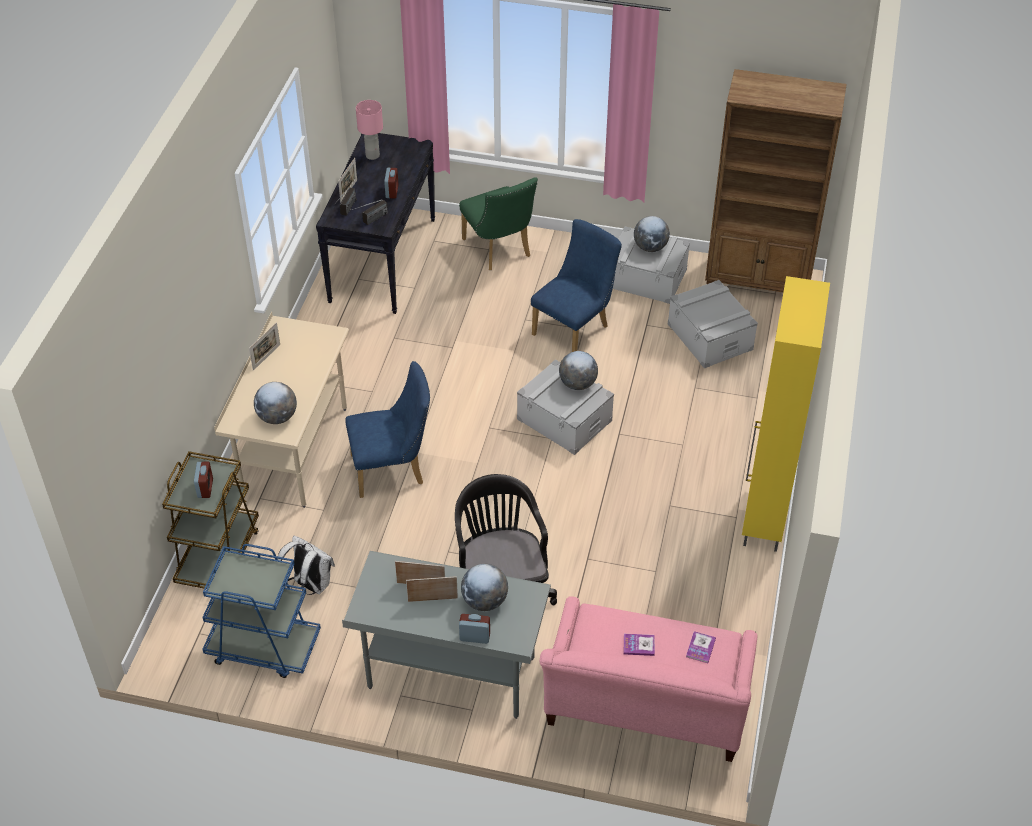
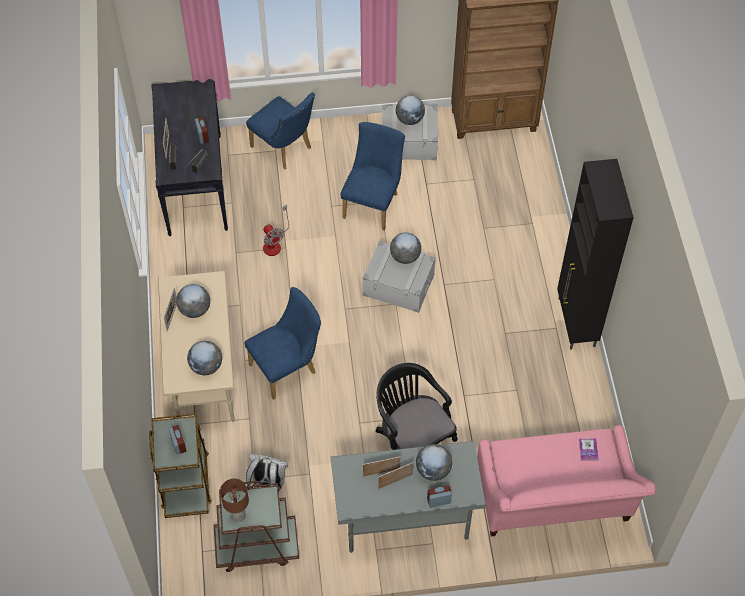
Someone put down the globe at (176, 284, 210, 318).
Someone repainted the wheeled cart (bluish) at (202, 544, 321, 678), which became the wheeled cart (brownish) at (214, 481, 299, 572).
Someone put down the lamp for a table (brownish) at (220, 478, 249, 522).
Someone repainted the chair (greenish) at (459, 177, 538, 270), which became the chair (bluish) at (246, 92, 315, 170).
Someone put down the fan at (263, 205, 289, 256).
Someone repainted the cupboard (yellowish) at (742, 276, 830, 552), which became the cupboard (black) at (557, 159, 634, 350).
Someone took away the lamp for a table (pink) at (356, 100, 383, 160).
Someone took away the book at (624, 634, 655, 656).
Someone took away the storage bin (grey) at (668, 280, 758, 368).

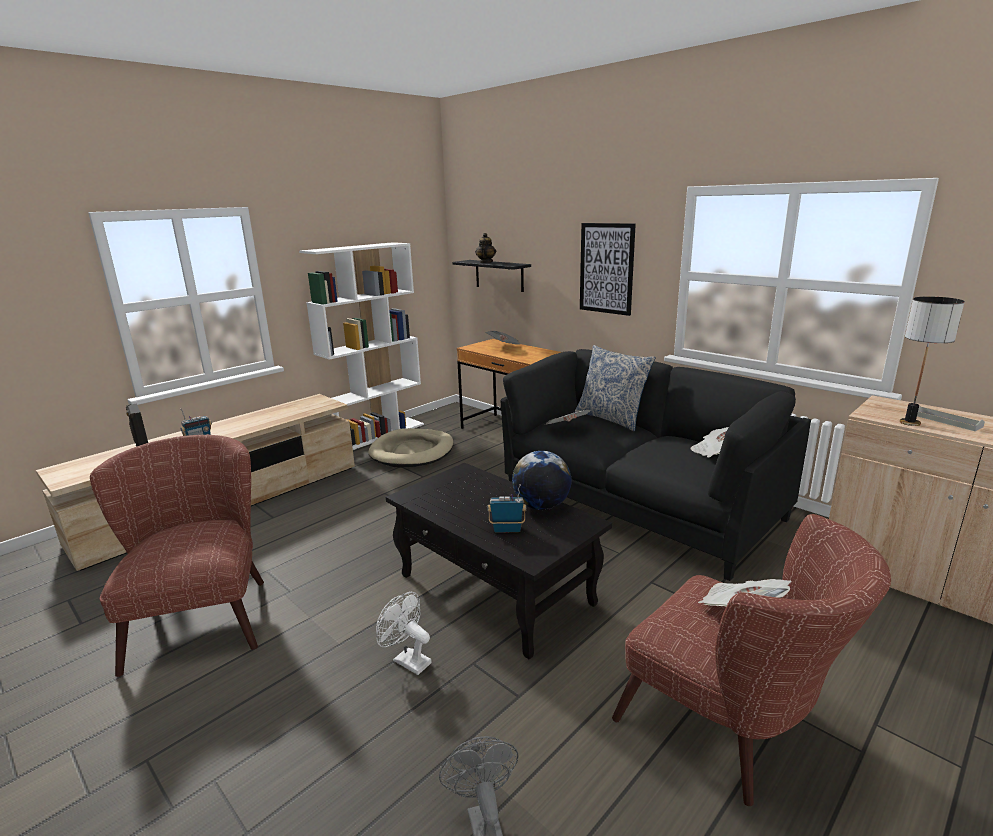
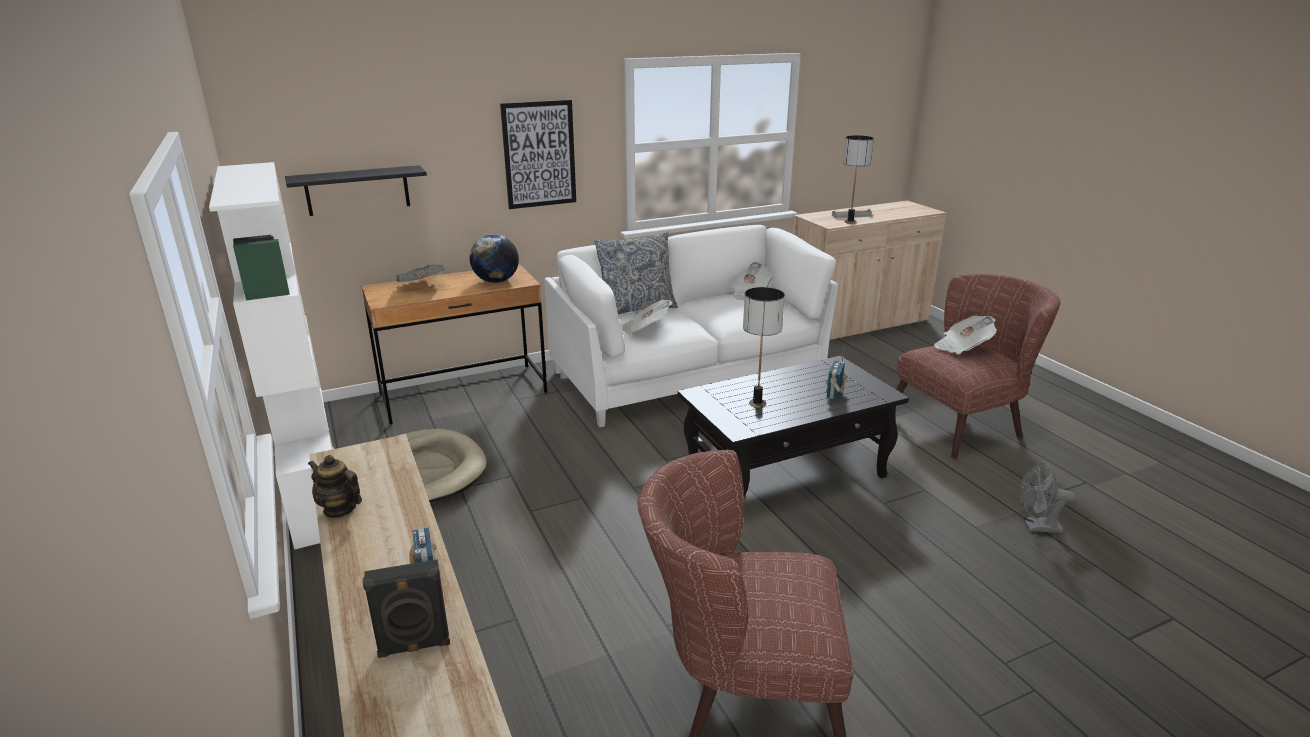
Someone carried the teapot from (475, 233, 496, 263) to (308, 455, 362, 518).
Someone carried the globe from (512, 451, 572, 510) to (470, 234, 519, 283).
Someone repainted the settee (black) at (500, 349, 811, 581), which became the settee (white) at (544, 225, 838, 427).
Someone put down the lamp for a table at (743, 287, 785, 408).
Someone took away the fan (white) at (376, 592, 432, 675).

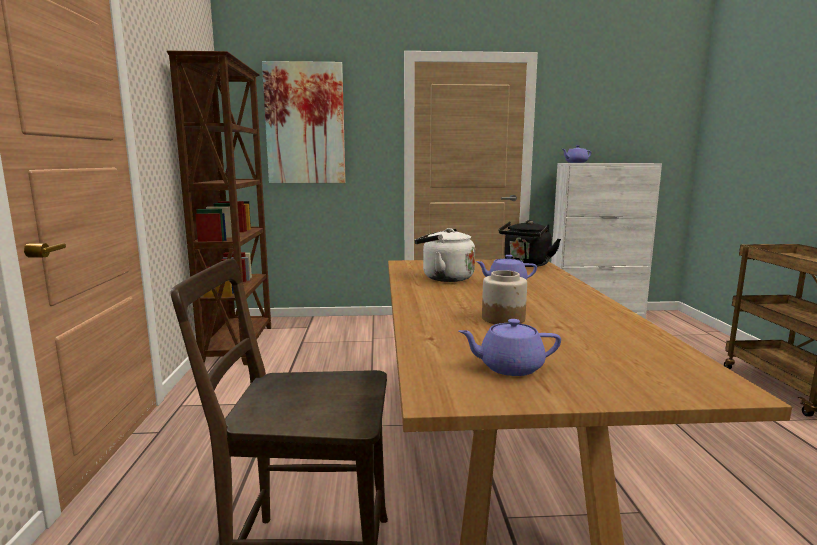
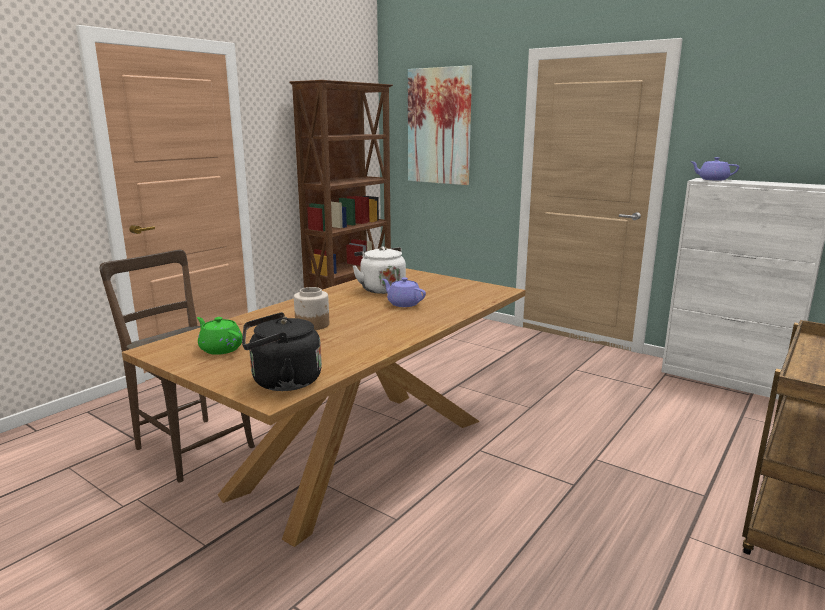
Someone repainted the teapot (purple) at (459, 319, 561, 376), which became the teapot (greenish) at (197, 317, 243, 355).
Someone carried the kettle (black) from (499, 220, 561, 267) to (242, 312, 322, 391).

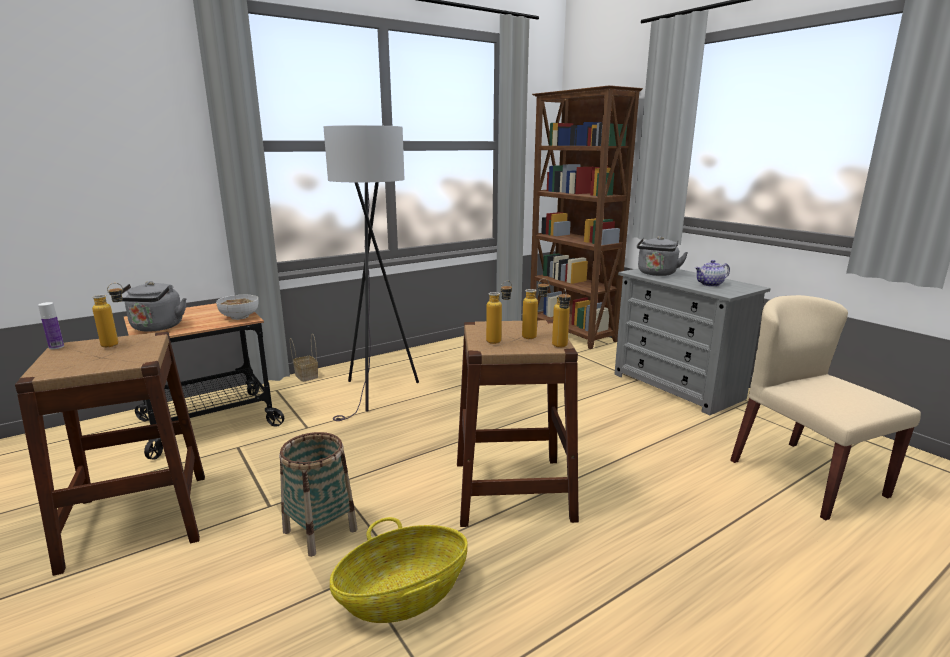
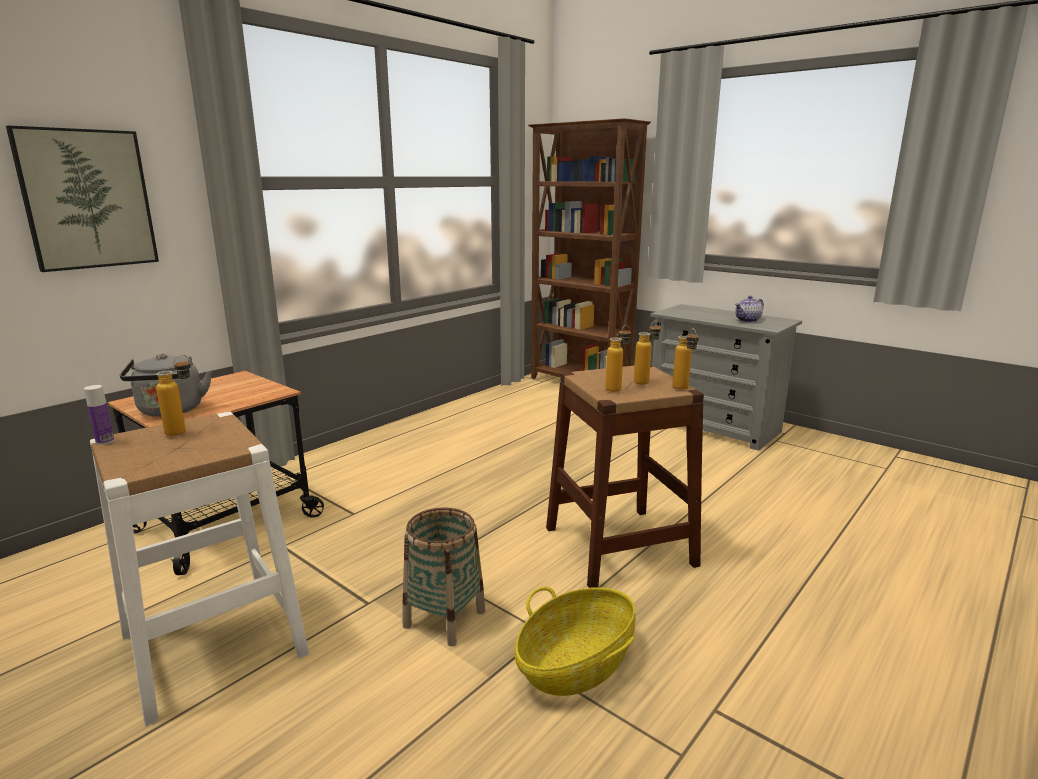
Someone put up the picture at (6, 125, 159, 272).
Someone repainted the stool seat (brownish) at (15, 332, 205, 576), which became the stool seat (white) at (90, 411, 309, 726).
Someone took away the deep dish at (216, 295, 259, 320).
Someone took away the storage basket at (290, 335, 318, 382).
Someone took away the standing lamp (grey) at (323, 125, 419, 421).
Someone took away the kettle (grey) at (637, 236, 688, 276).
Someone took away the chair (sand-coloured) at (730, 295, 921, 520).

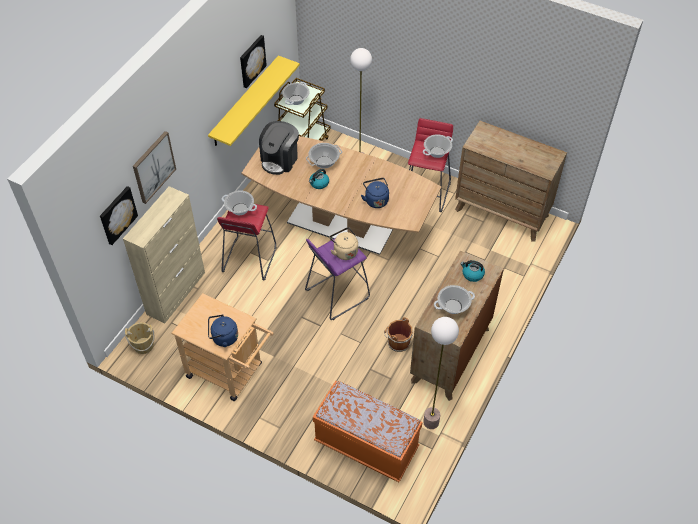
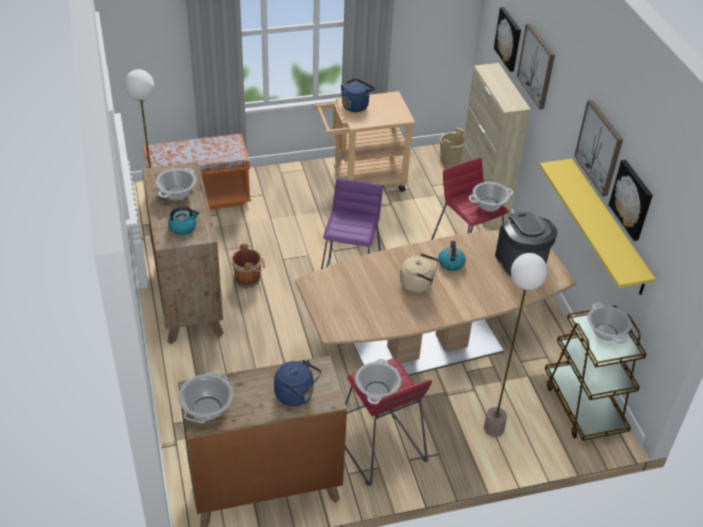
Someone carried the saucepot from (306, 143, 342, 168) to (178, 372, 233, 423).
Someone carried the kettle (bluish) from (361, 178, 389, 208) to (274, 360, 321, 406).
Someone carried the kettle (sand-coloured) from (329, 227, 358, 260) to (400, 253, 439, 293).
Someone put up the picture at (574, 100, 623, 196).

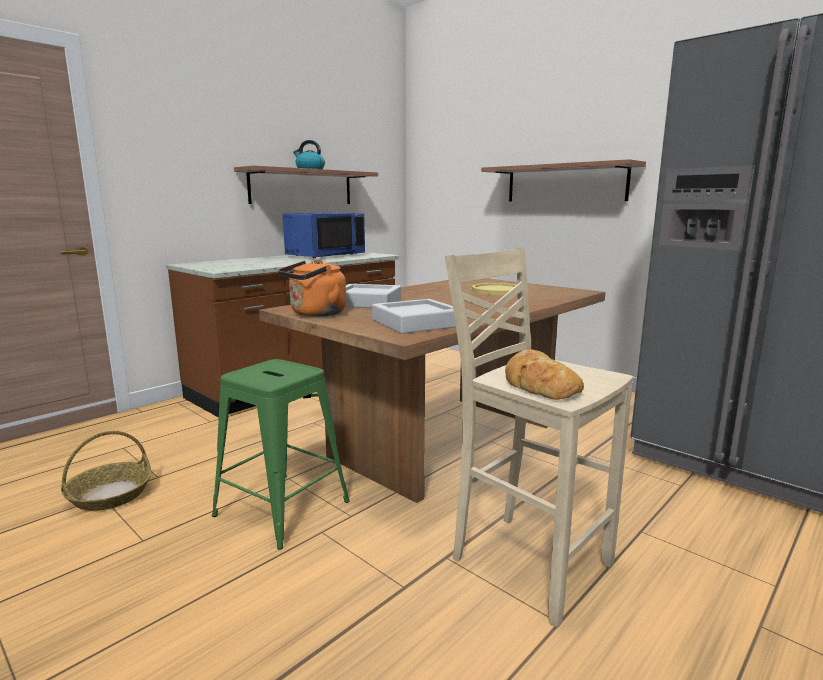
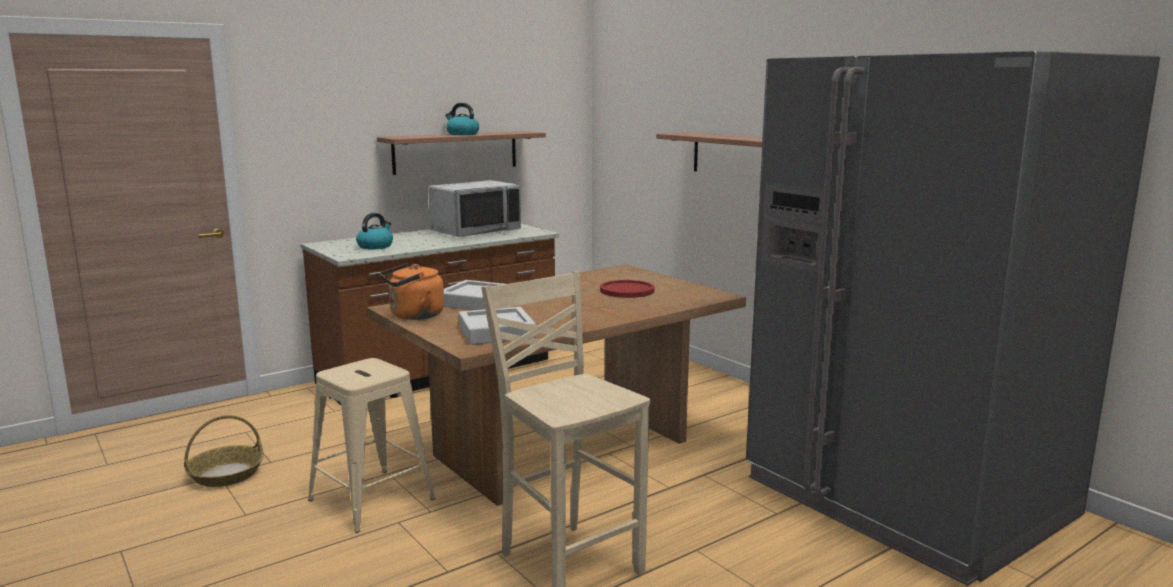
Someone repainted the stool seat (greenish) at (212, 359, 350, 550), which became the stool seat (sand-coloured) at (308, 358, 435, 533).
Someone put down the kettle at (356, 213, 393, 249).
Someone repainted the kitchen microwave (bluish) at (283, 213, 365, 258), which became the kitchen microwave (grey) at (428, 180, 521, 237).
Someone repainted the plate (yellowish) at (472, 283, 516, 295), which became the plate (red-coloured) at (600, 280, 654, 298).
Someone took away the bread at (505, 349, 584, 400).

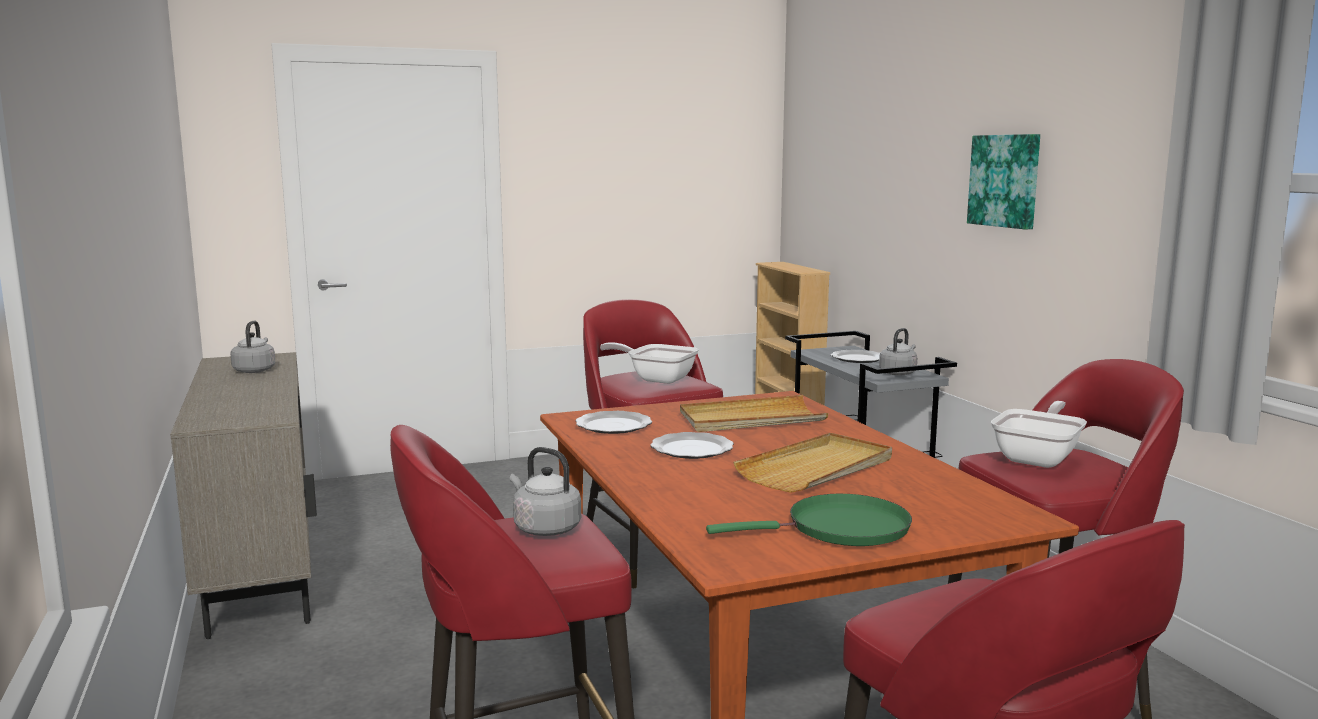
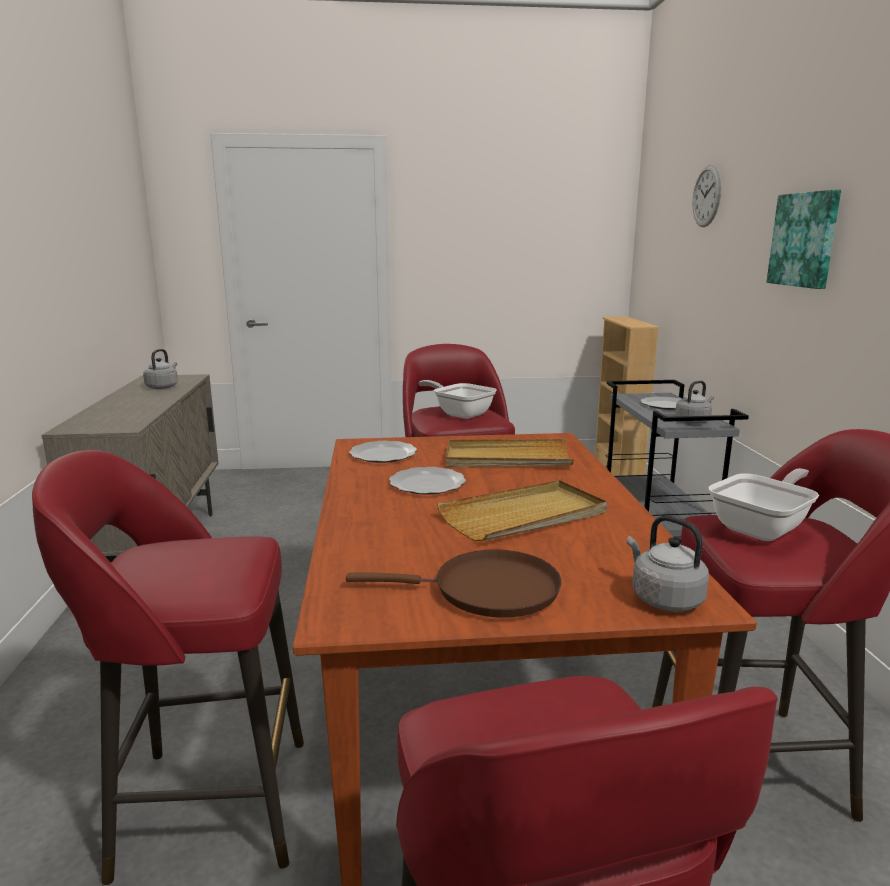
Someone repainted the skillet (greenish) at (706, 494, 912, 546), which became the skillet (brownish) at (346, 550, 562, 618).
Someone carried the kettle (grey) from (510, 447, 581, 536) to (627, 515, 709, 612).
Someone put up the hanging clock at (692, 165, 722, 227).

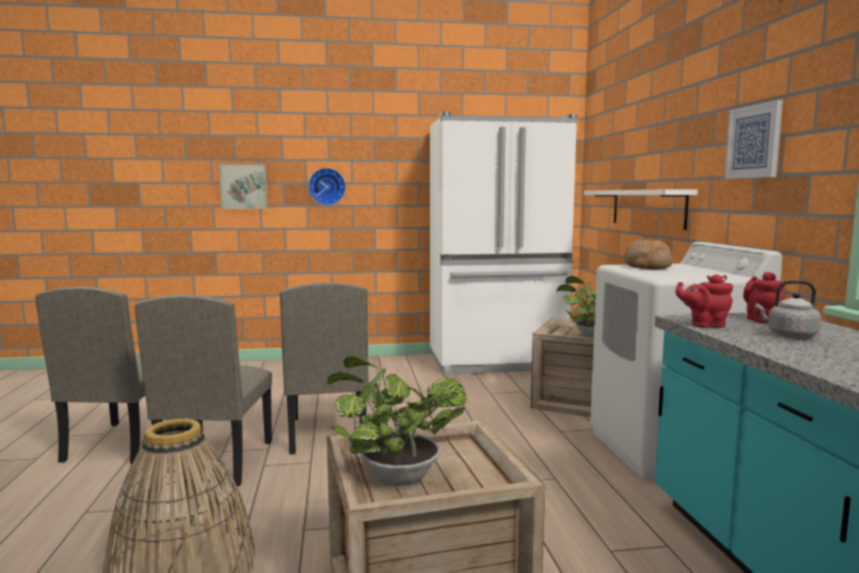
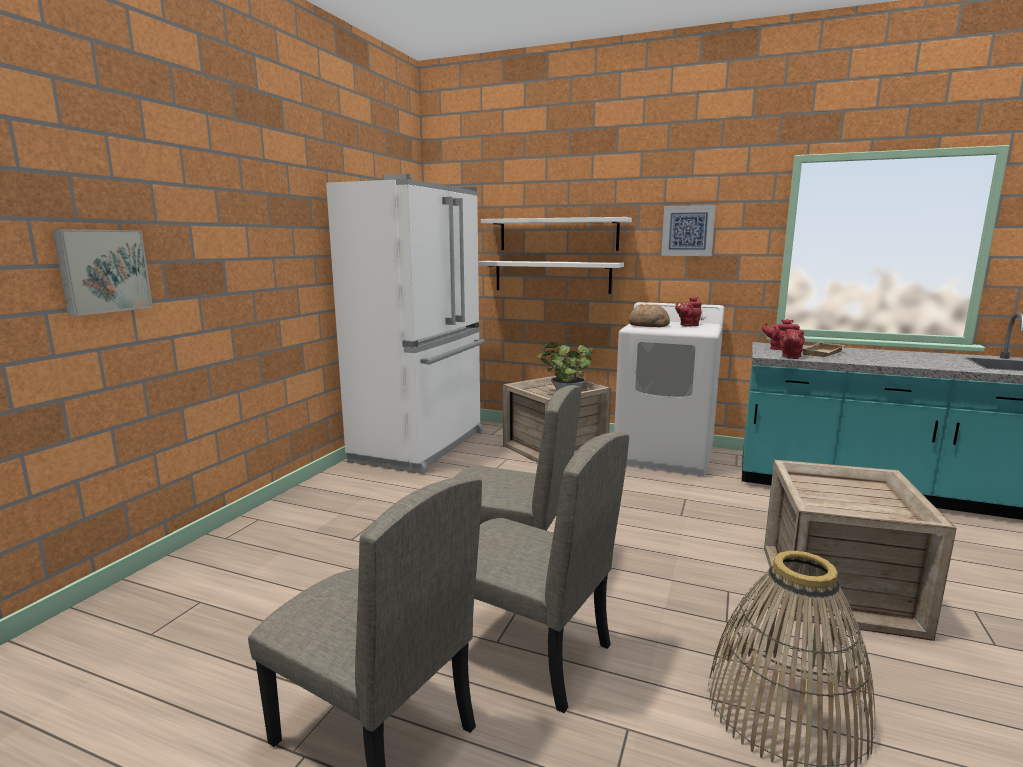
Someone put up the shelf (white) at (481, 217, 632, 251).
Someone put down the teapot (red-coloured) at (675, 297, 702, 327).
Someone swapped the kettle (grey) at (755, 280, 821, 338) for the carrying tray (sand-coloured) at (803, 342, 846, 357).
Someone took away the hanging clock at (308, 168, 346, 206).
Someone took away the potted plant at (327, 356, 466, 486).

